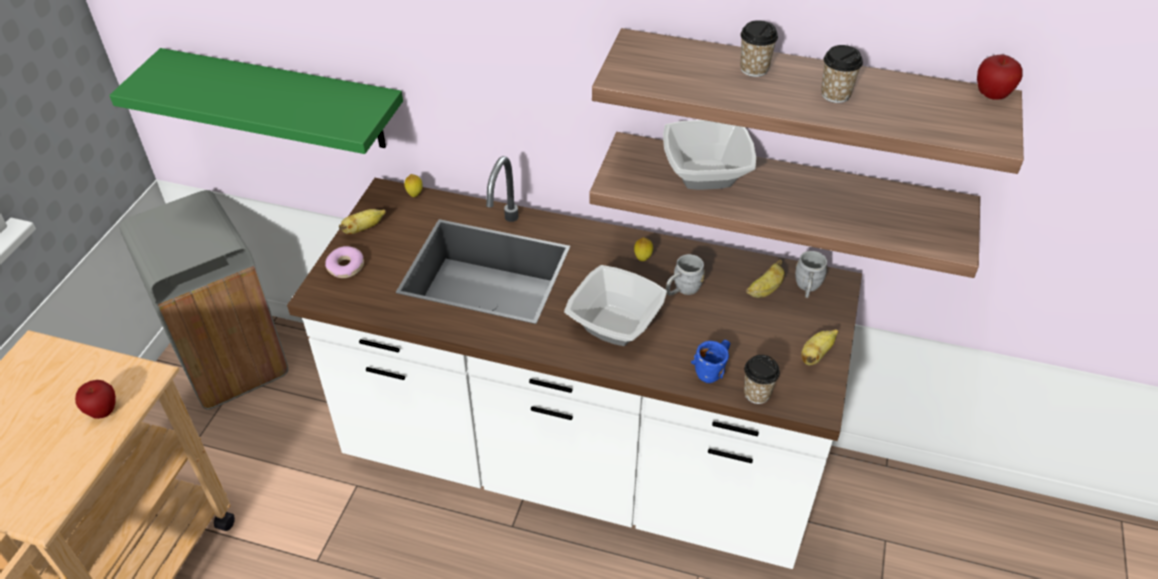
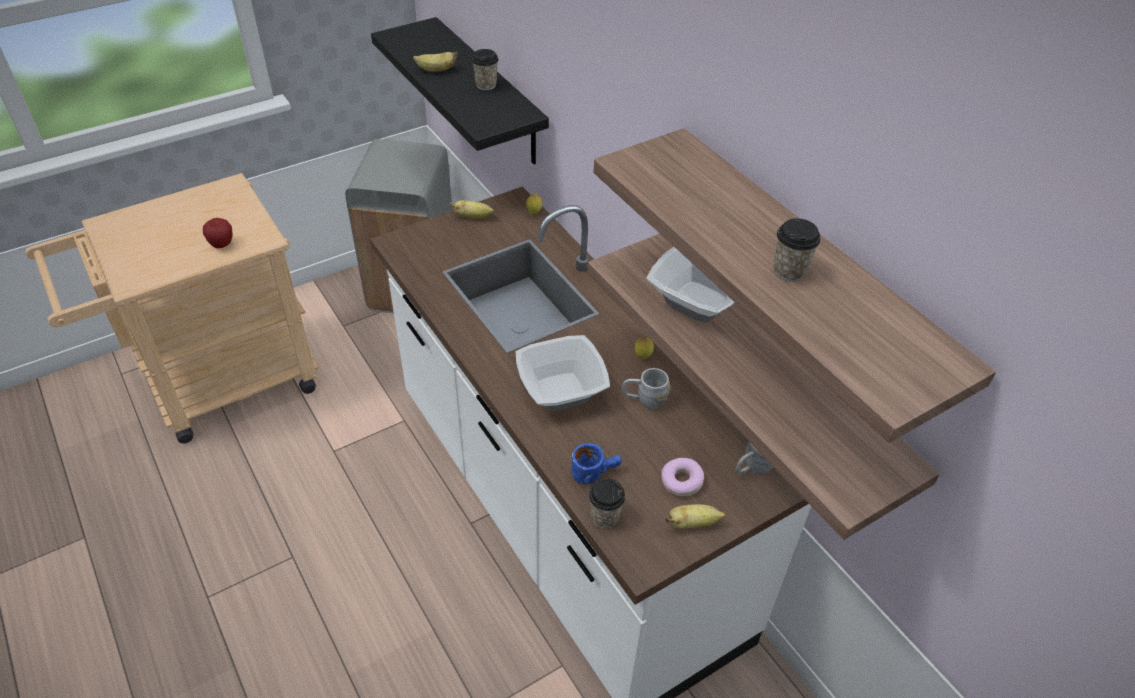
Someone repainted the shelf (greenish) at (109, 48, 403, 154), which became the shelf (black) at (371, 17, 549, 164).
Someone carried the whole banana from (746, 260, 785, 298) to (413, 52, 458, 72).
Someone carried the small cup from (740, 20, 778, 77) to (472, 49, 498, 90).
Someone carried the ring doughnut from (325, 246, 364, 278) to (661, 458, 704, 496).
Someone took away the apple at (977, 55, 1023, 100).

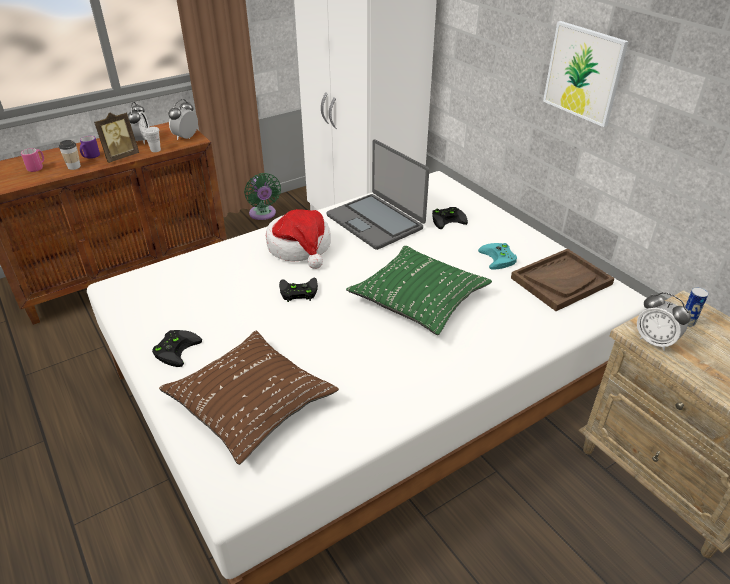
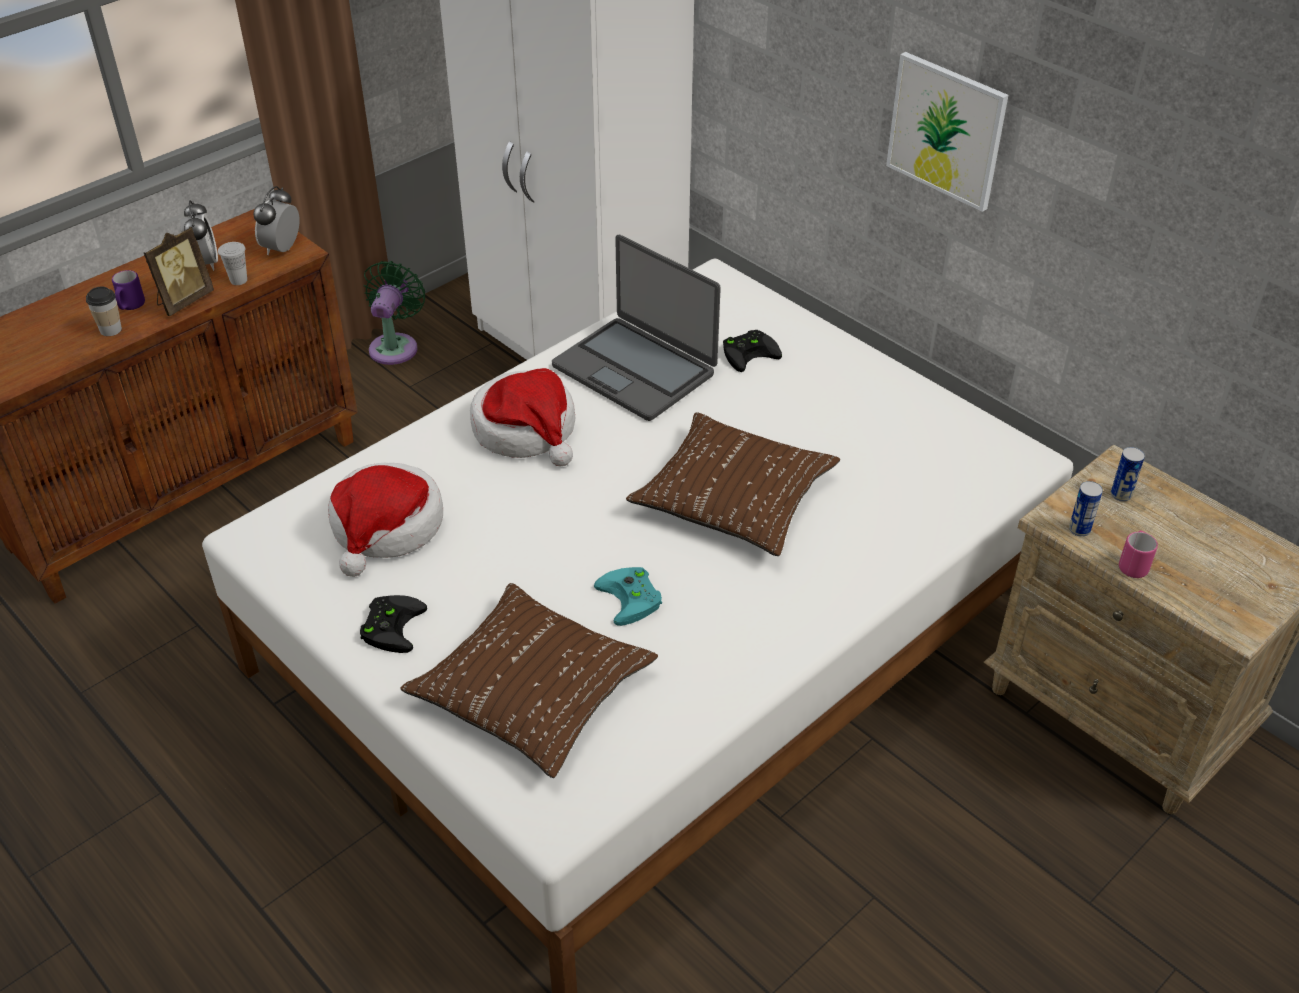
Someone put down the wearable hat at (328, 463, 443, 577).
Someone rotated the fan (greenish) at (244, 173, 281, 220) by 135 degrees counterclockwise.
Someone carried the game controller (blue-green) from (478, 243, 517, 270) to (594, 567, 662, 626).
Someone repainted the pillow (greenish) at (346, 246, 492, 335), which became the pillow (brownish) at (626, 412, 840, 556).
Someone swapped the bedside clock at (637, 292, 691, 351) for the sealed can at (1069, 481, 1103, 537).
Someone carried the mug (pink) from (21, 148, 44, 172) to (1119, 531, 1158, 578).
Someone took away the game controller (black) at (279, 278, 318, 302).
Someone took away the carrying tray (brownish) at (511, 249, 614, 311).

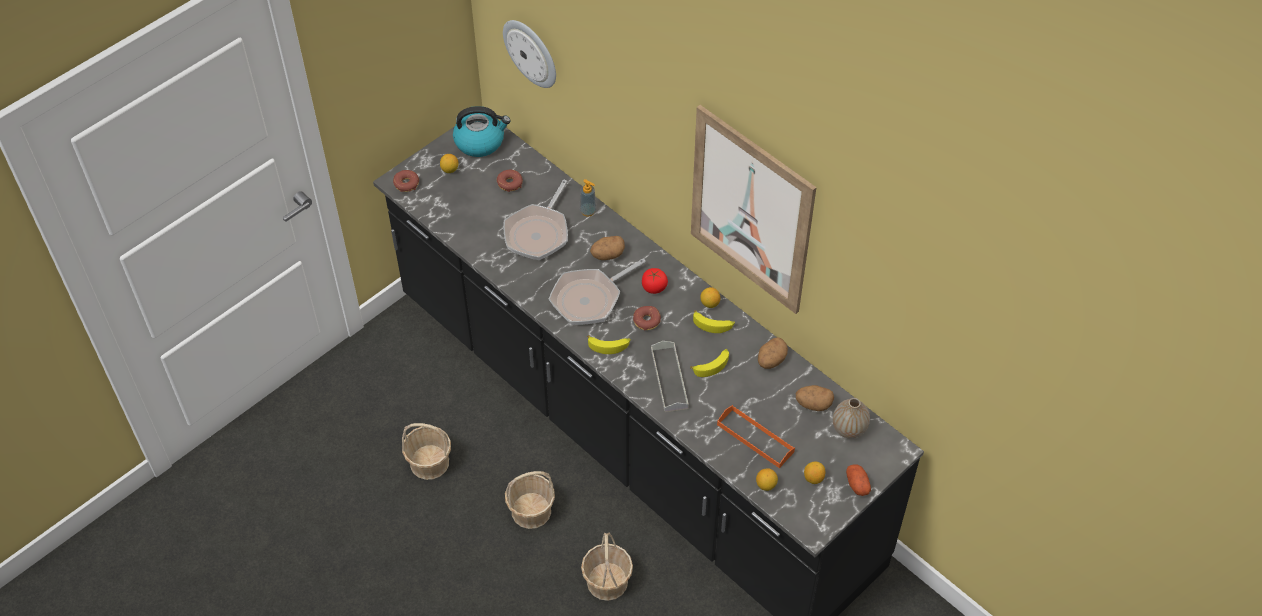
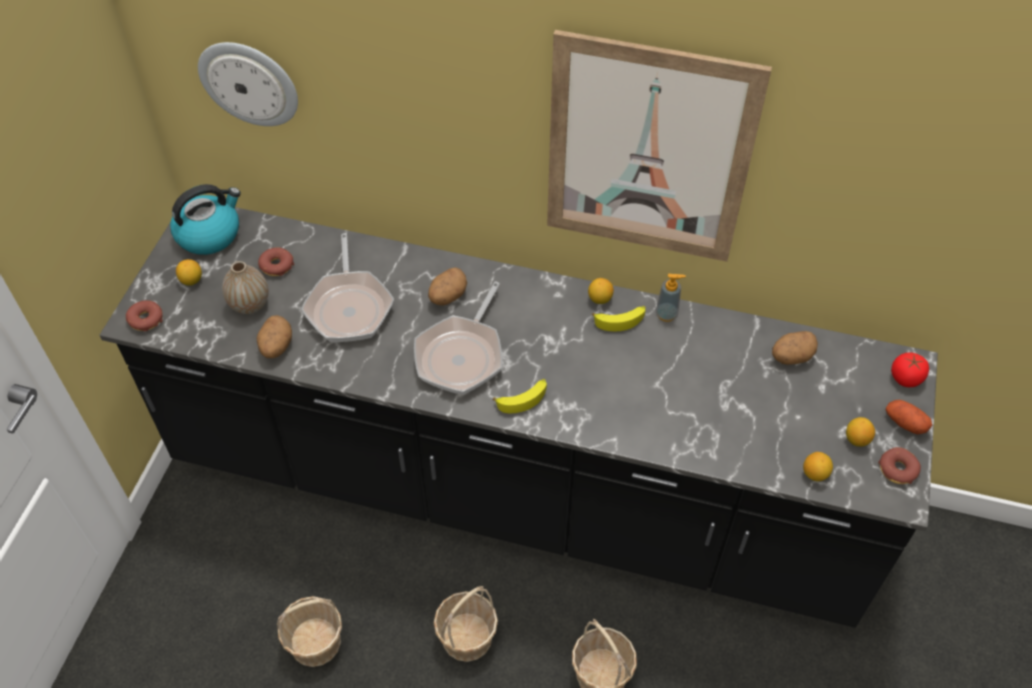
Someone carried the decorative vase from (833, 398, 870, 439) to (222, 261, 269, 314).
Someone carried the spud from (758, 337, 788, 369) to (257, 315, 292, 358).
Someone carried the soap dispenser from (580, 179, 597, 217) to (656, 274, 686, 322).
Someone carried the ring doughnut from (633, 306, 661, 331) to (878, 447, 921, 484).
Someone carried the whole tomato from (642, 268, 668, 294) to (891, 352, 929, 387).
Someone took away the carrying tray (grey) at (651, 341, 689, 412).
Someone took away the whole banana at (690, 349, 729, 377).
Someone took away the carrying tray (orange-coloured) at (717, 405, 795, 468).

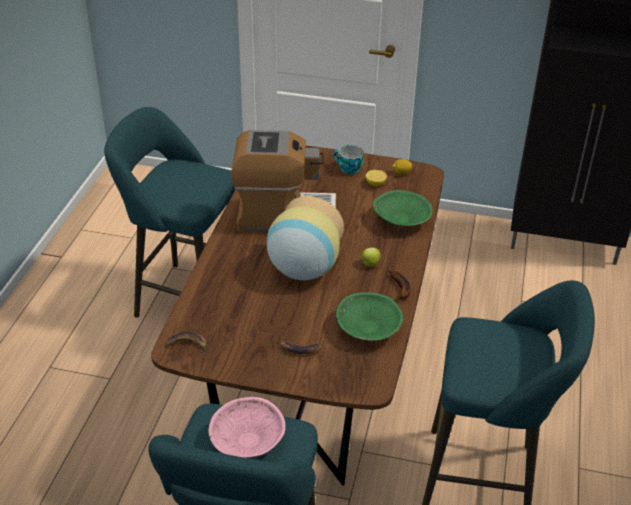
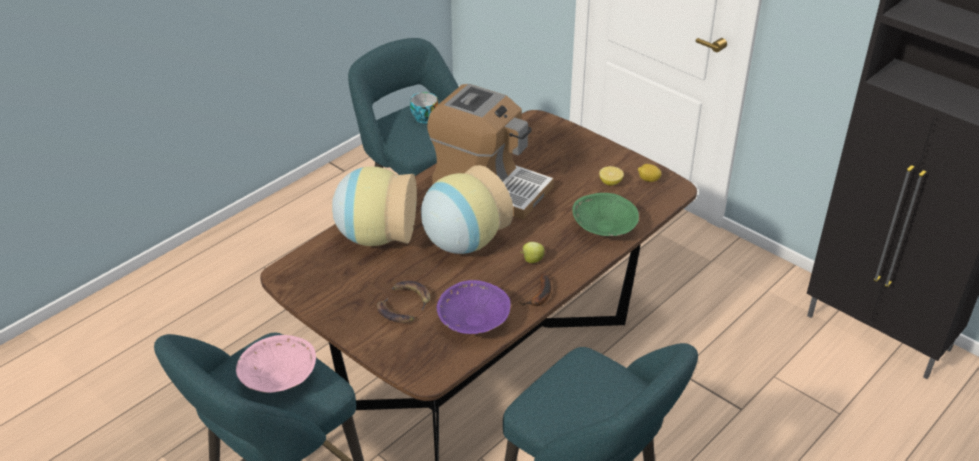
Someone put down the decorative vase at (332, 166, 417, 246).
Someone carried the whole banana from (165, 332, 206, 355) to (392, 281, 431, 311).
Someone carried the small cup from (333, 145, 364, 174) to (410, 92, 439, 123).
Someone repainted the deep dish (greenish) at (336, 292, 403, 341), which became the deep dish (purple) at (437, 280, 511, 334).

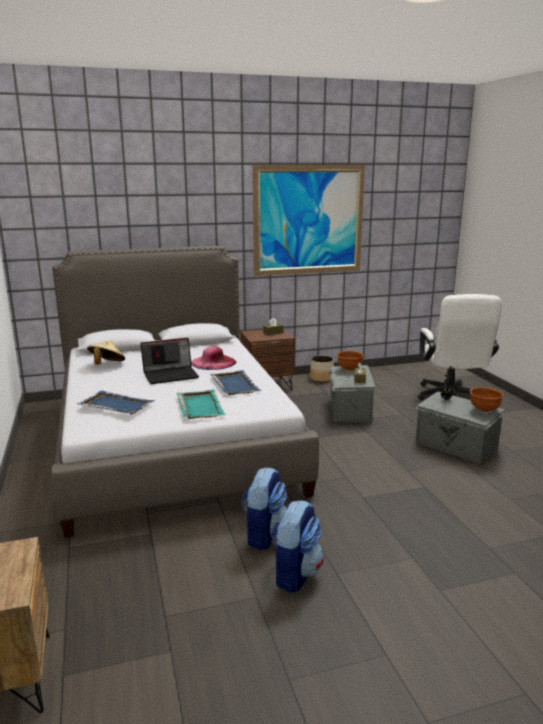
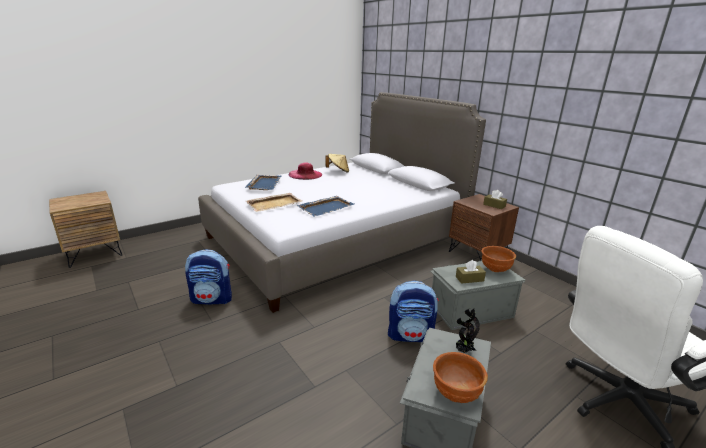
Someone repainted the carrying tray (blue-green) at (177, 390, 226, 419), which became the carrying tray (sand-coloured) at (245, 193, 302, 212).
Someone carried the wearable hat (pink) from (191, 346, 236, 370) to (288, 162, 322, 180).
Someone carried the rucksack from (271, 500, 324, 593) to (388, 281, 439, 342).
Someone took away the notebook computer at (140, 338, 199, 384).
Someone took away the picture at (253, 165, 365, 276).
Someone took away the flower pot at (310, 355, 334, 382).

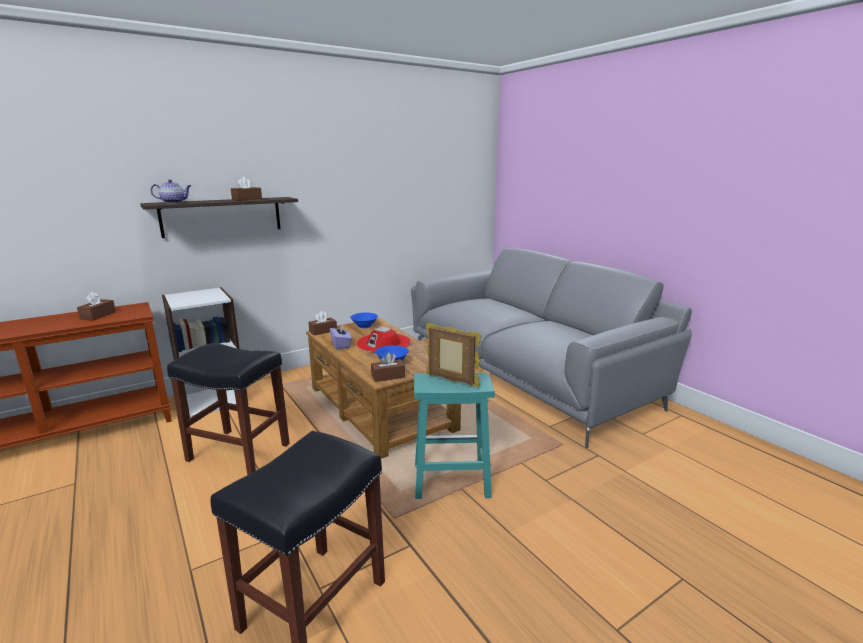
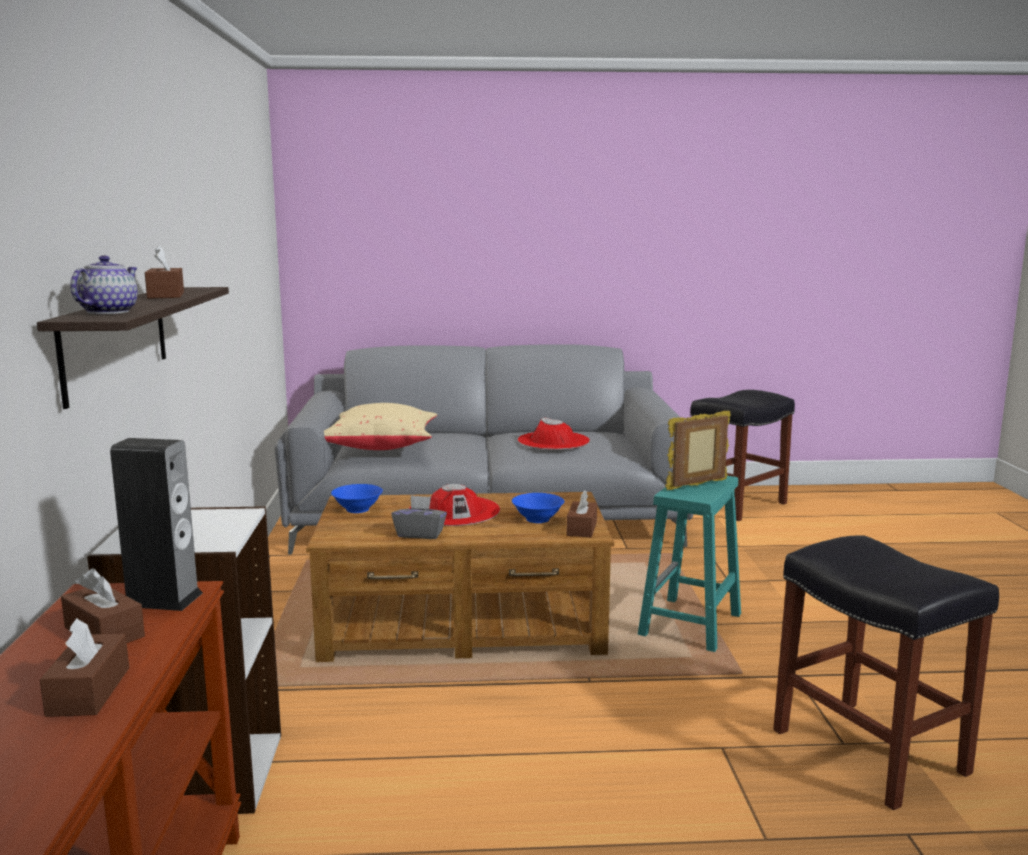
Someone carried the tissue box (brownish) from (308, 311, 337, 335) to (40, 618, 129, 717).
Someone put down the audio speaker at (110, 438, 203, 611).
Someone put down the pillow (sand-coloured) at (324, 403, 437, 450).
Someone repainted the tissue box (purple) at (330, 324, 352, 349), which became the tissue box (grey) at (392, 495, 447, 539).
Someone put down the wearable hat (red-coloured) at (518, 417, 590, 450).
Someone carried the stool seat (black) from (167, 343, 290, 475) to (690, 390, 795, 521).

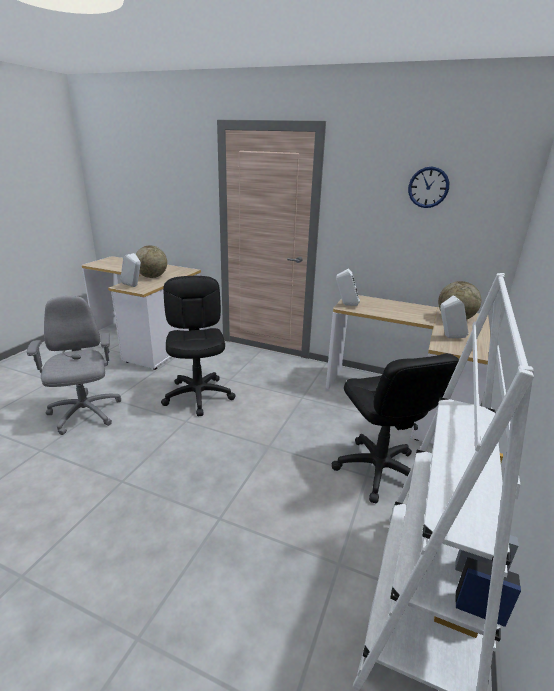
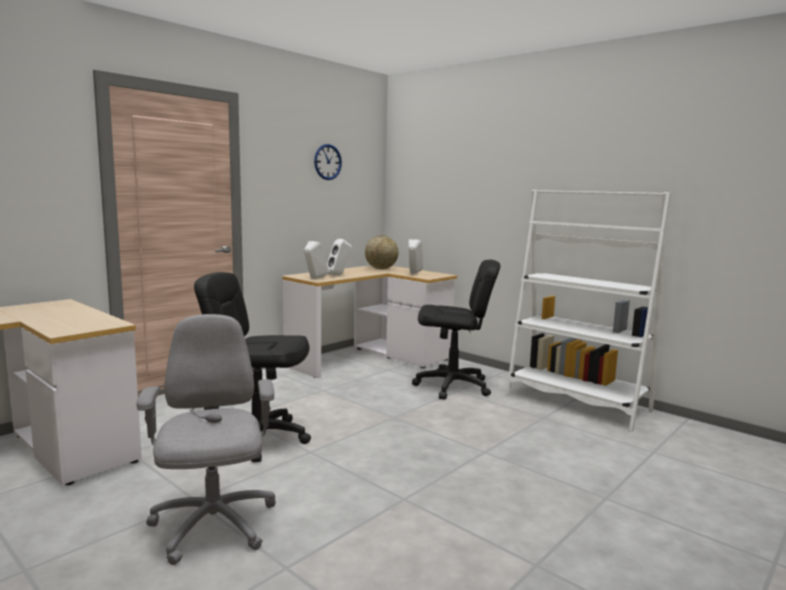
Someone rotated the computer chair (grey) at (27, 296, 121, 435) by 75 degrees clockwise.
Someone carried the audio speaker (white) from (120, 253, 141, 287) to (327, 239, 351, 276).
Someone took away the globe at (136, 246, 167, 278).

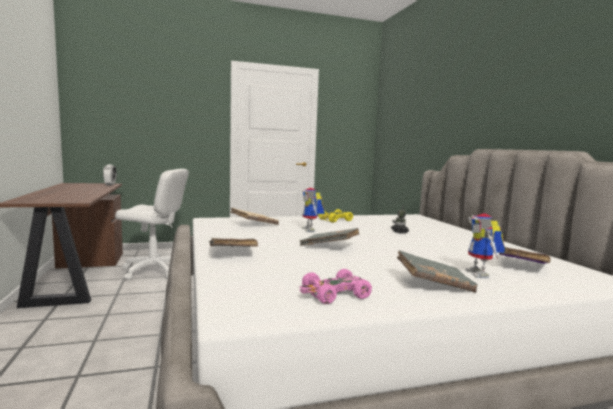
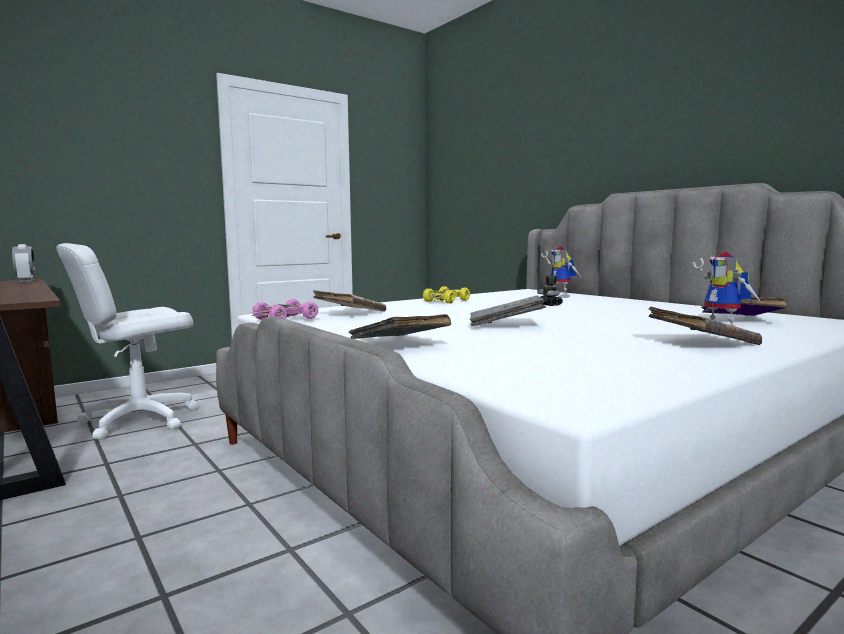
Someone rotated the computer chair (white) at (115, 169, 189, 280) by 150 degrees clockwise.
Someone carried the toy car (pink) from (299, 269, 372, 304) to (251, 299, 318, 320).
Someone carried the robot figure from (302, 188, 325, 232) to (541, 246, 581, 298).

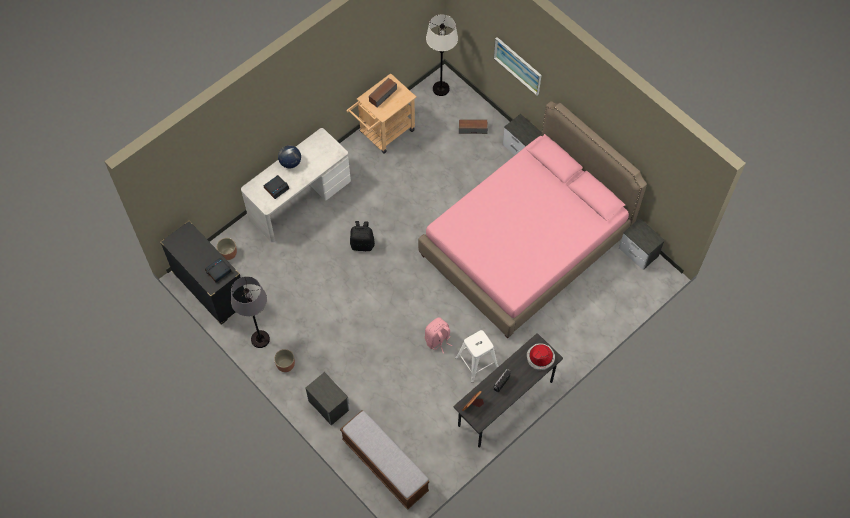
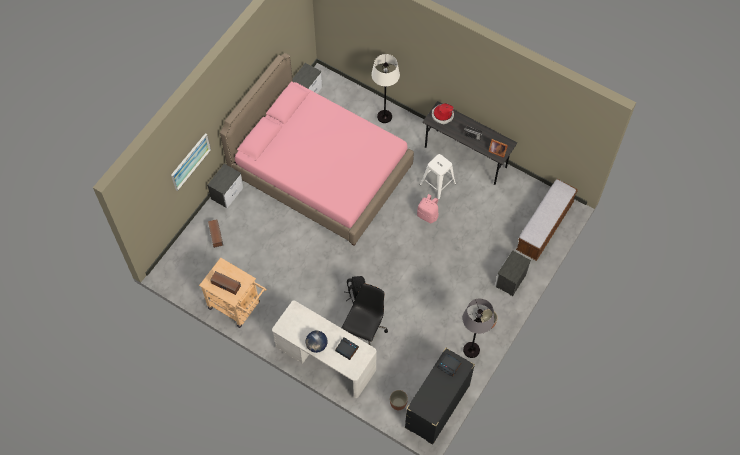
Someone put down the computer chair (black) at (342, 283, 388, 345).
Someone carried the standing lamp (white) from (426, 14, 458, 96) to (371, 54, 400, 123).

